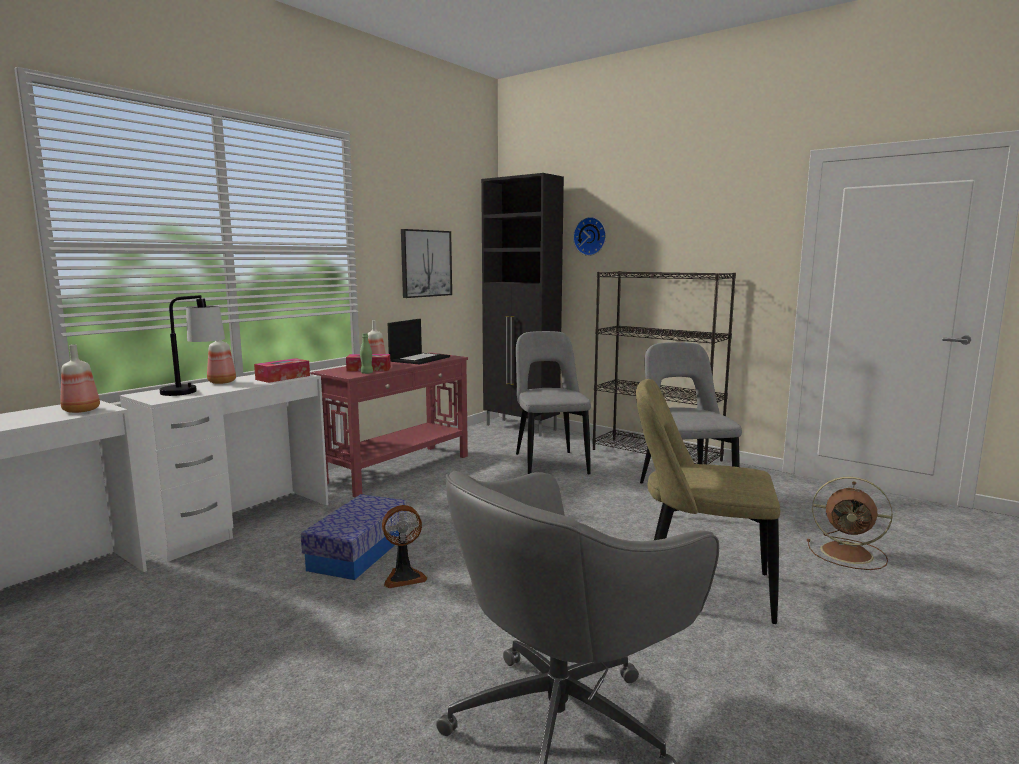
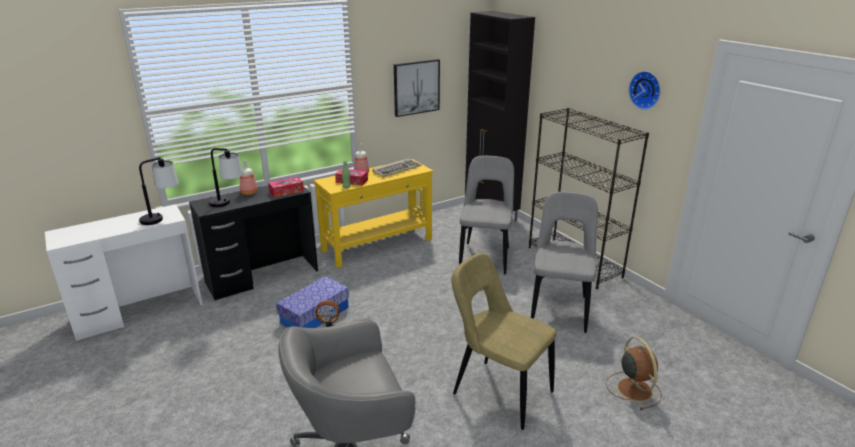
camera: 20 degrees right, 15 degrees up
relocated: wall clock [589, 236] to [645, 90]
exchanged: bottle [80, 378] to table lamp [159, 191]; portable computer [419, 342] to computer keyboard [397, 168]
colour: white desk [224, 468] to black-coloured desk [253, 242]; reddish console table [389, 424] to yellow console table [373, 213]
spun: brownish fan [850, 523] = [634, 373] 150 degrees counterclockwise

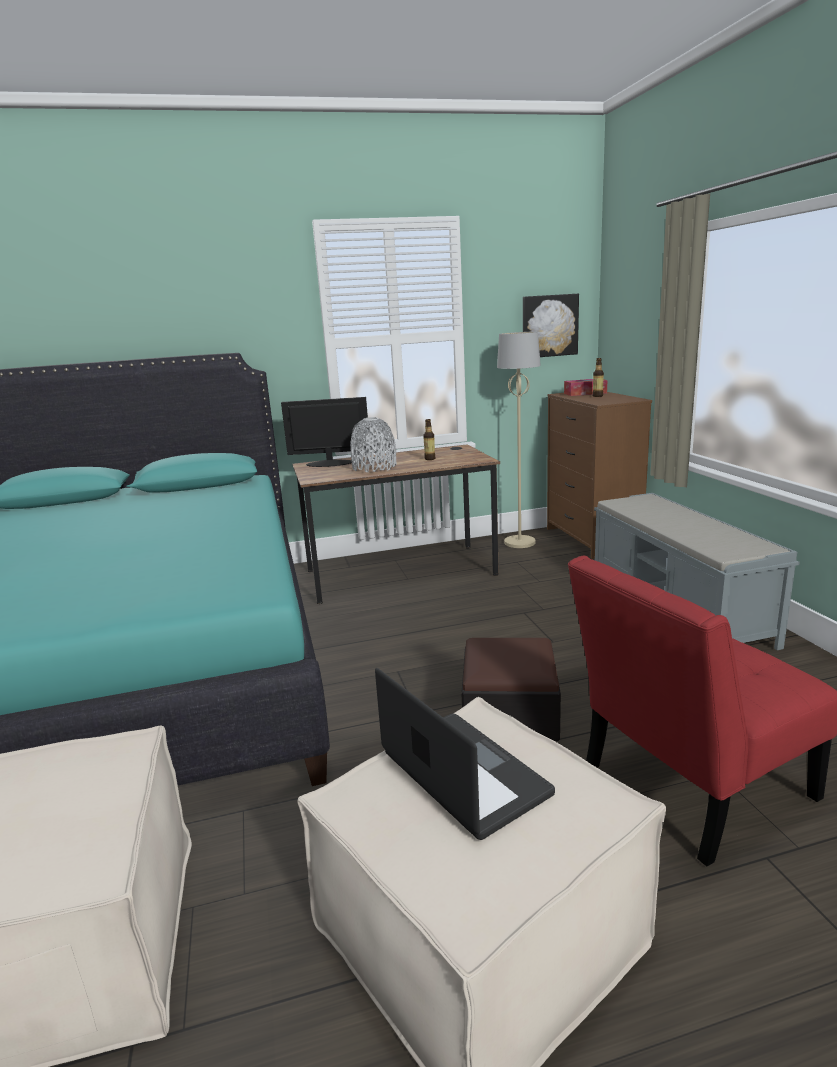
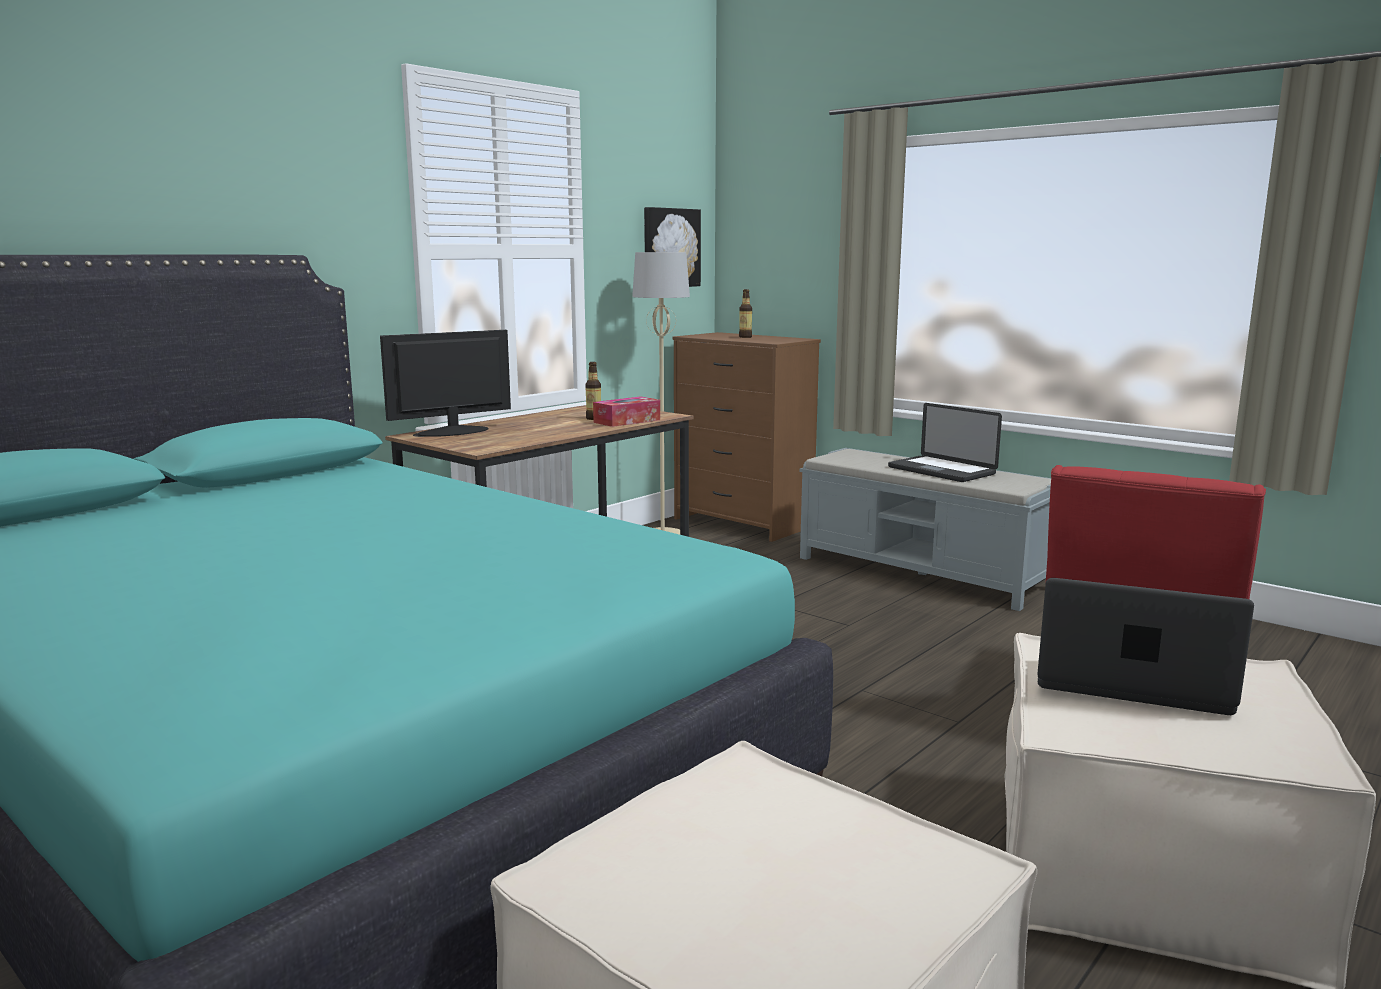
camera: 35 degrees left, 5 degrees down
missing: grey decorative vase [373, 444]; ottoman [511, 689]
appeared: portable computer [945, 442]
relocated: tissue box [585, 387] to [626, 411]

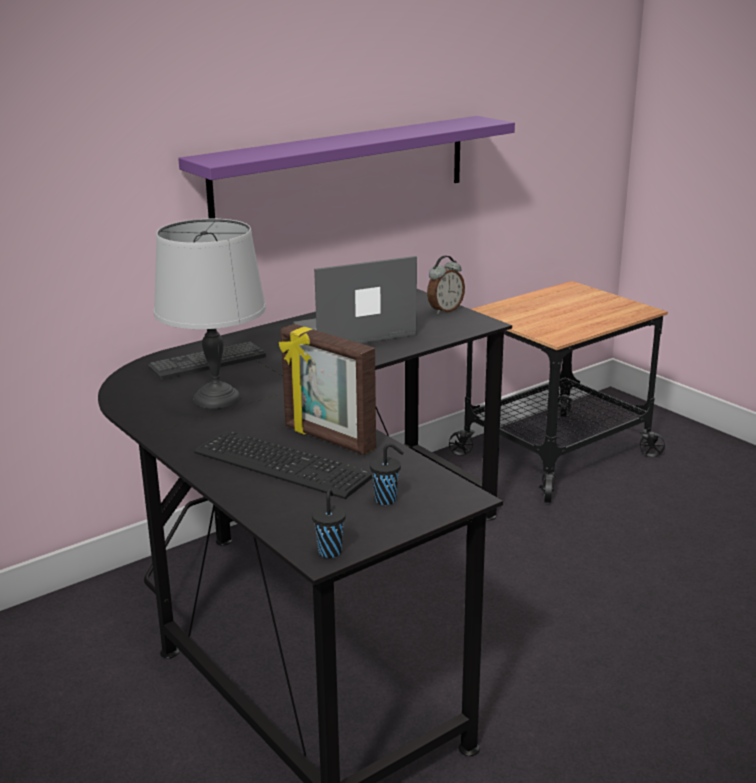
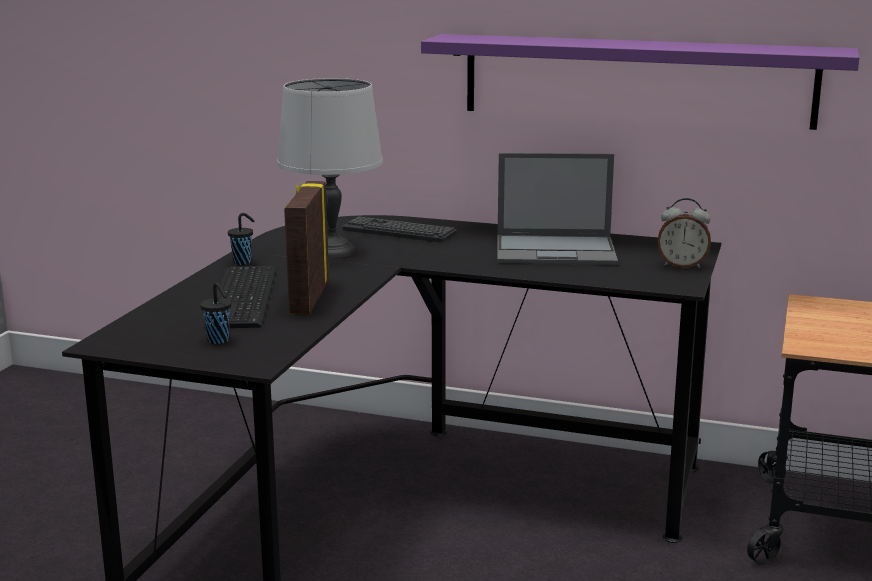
camera: 55 degrees right, 5 degrees down
relocated: black-coloured drinking cup [329, 523] to [241, 239]
spun: portable computer [355, 300] = [557, 209] 150 degrees clockwise

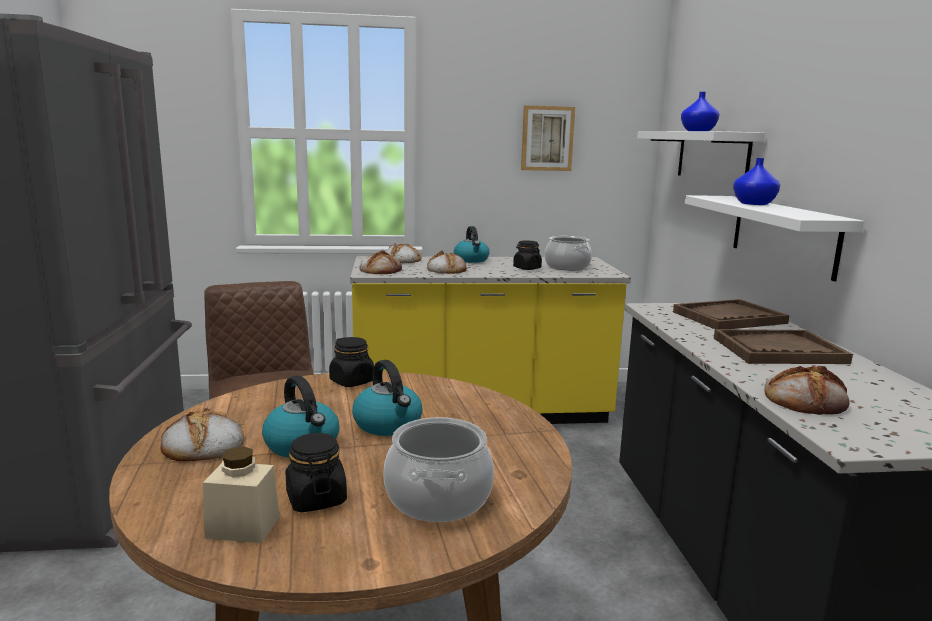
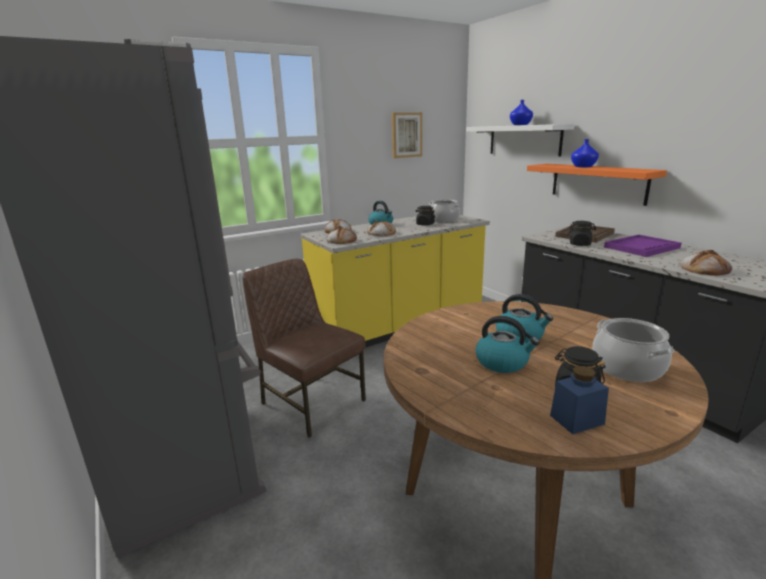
camera: 25 degrees left, 5 degrees up
missing: baked bread [202, 434]
relocated: black-coloured storage jar [351, 362] to [582, 233]
colour: sand-coloured storage jar [241, 495] to bluish storage jar [579, 400]; white bracket shelf [774, 238] to orange bracket shelf [597, 185]; brownish tray [783, 346] to purple tray [643, 246]

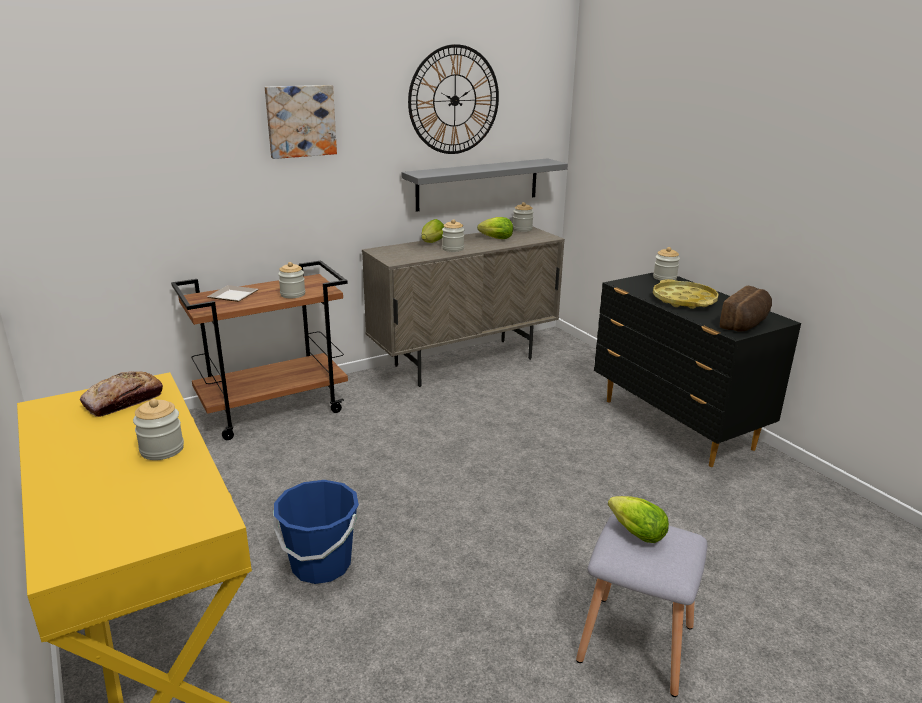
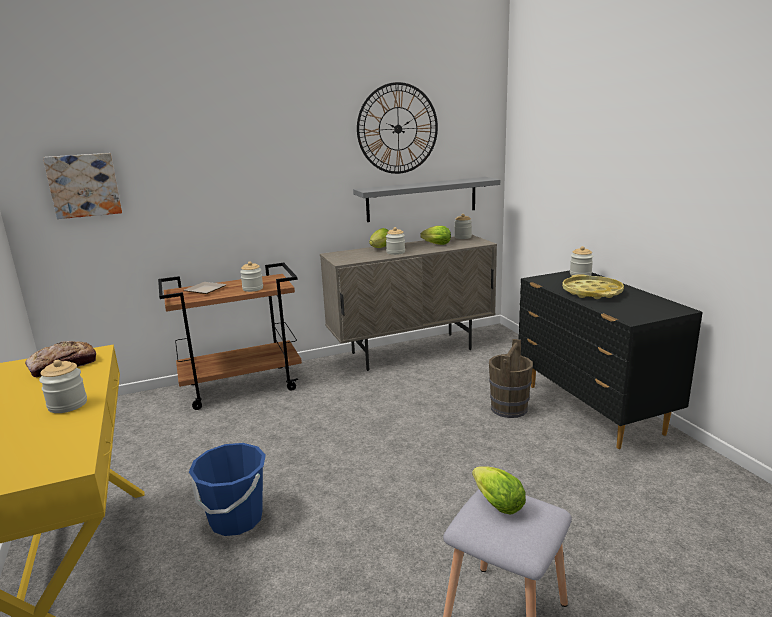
camera: 10 degrees right, 5 degrees down
missing: baked bread [746, 309]
appeared: brownish pail [511, 378]
relocated: wall art [301, 122] to [82, 186]

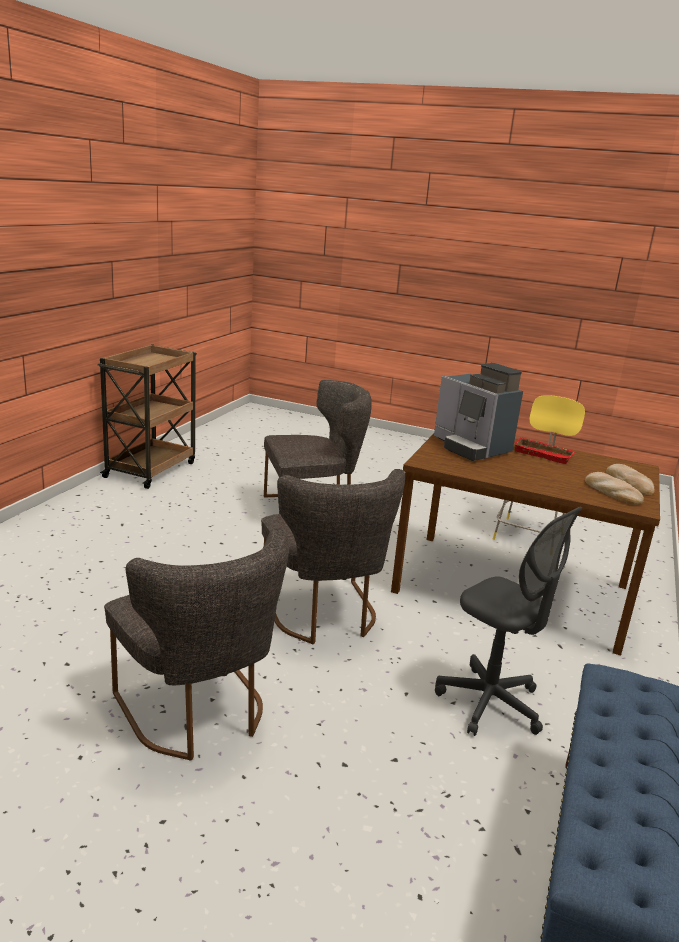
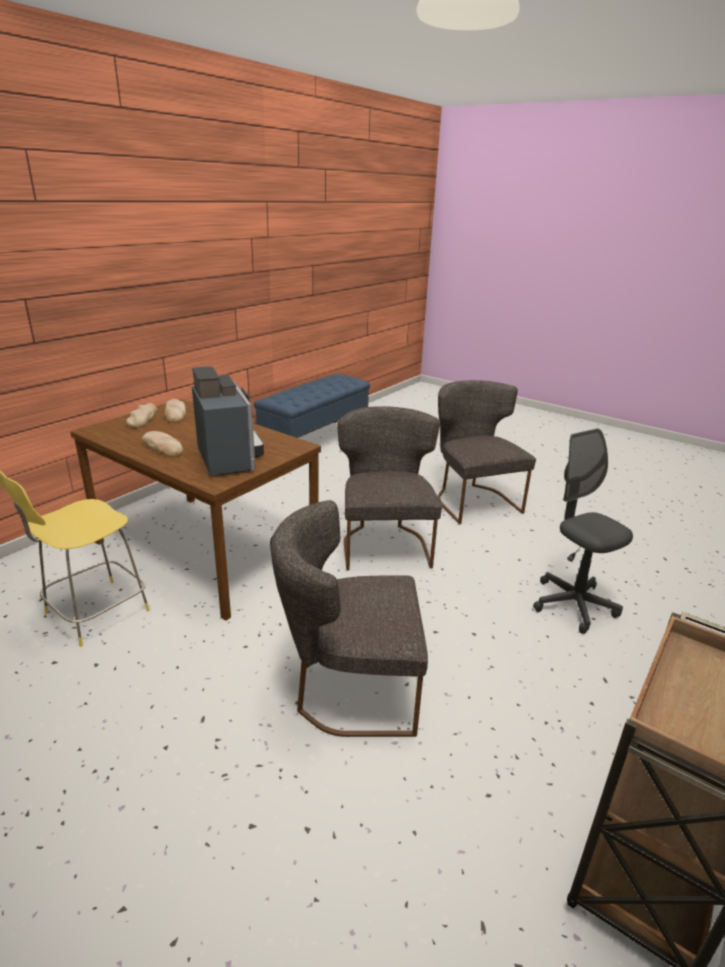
camera: 165 degrees left, 5 degrees up
relocated: grey office chair [508, 621] to [583, 531]
exchanged: reddish tray [545, 450] to baked bread [162, 444]

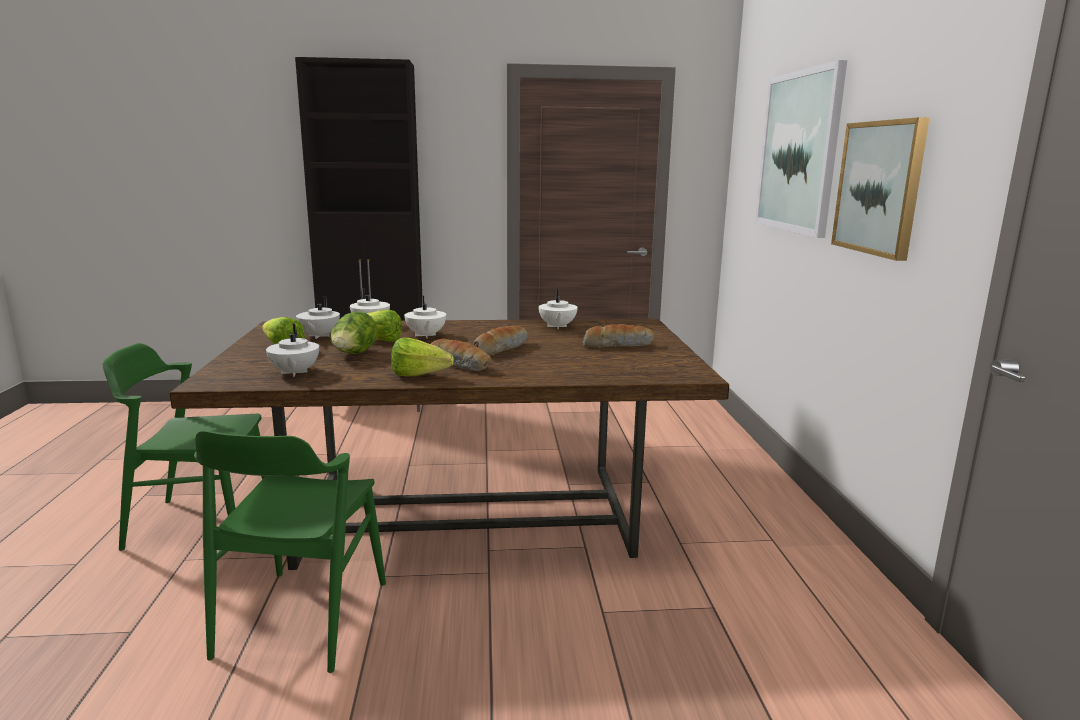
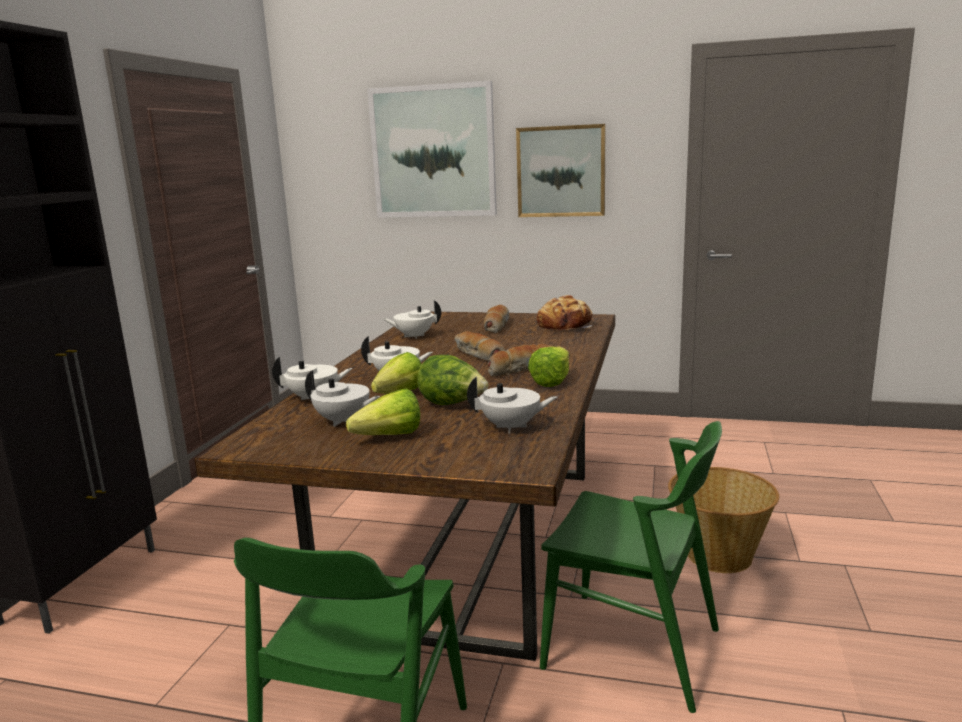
camera: 70 degrees left, 0 degrees up
appeared: baked bread [565, 313]; storage basket [723, 520]
spun: white tea pot [558, 309] = [411, 319] 150 degrees clockwise

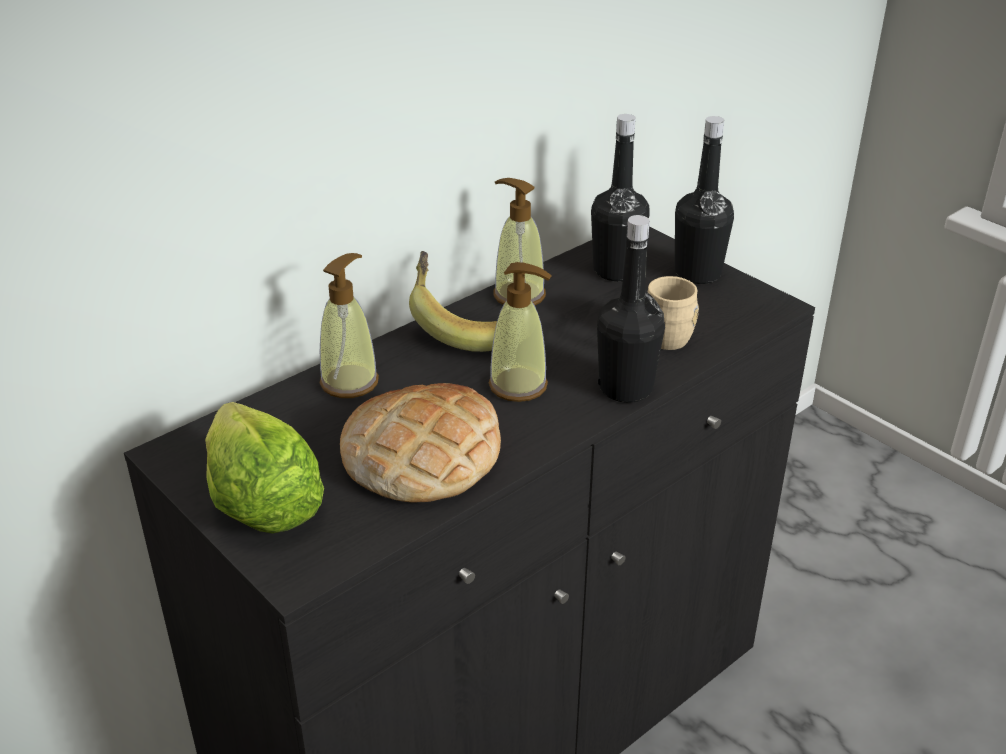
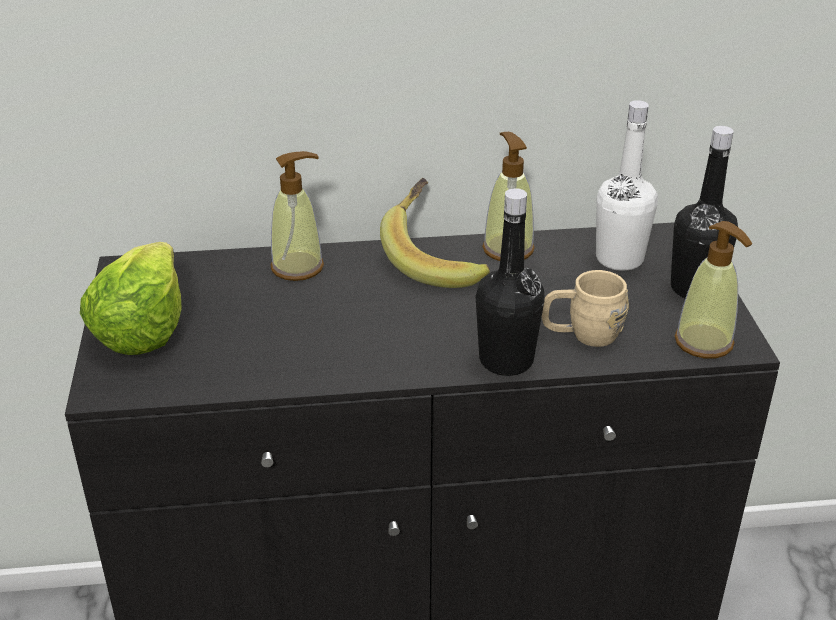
camera: 35 degrees right, 0 degrees up
missing: baked bread [420, 442]
relocated: soap bottle [520, 332] to [713, 290]
colour: black-coloured bottle [620, 197] to white bottle [627, 185]

